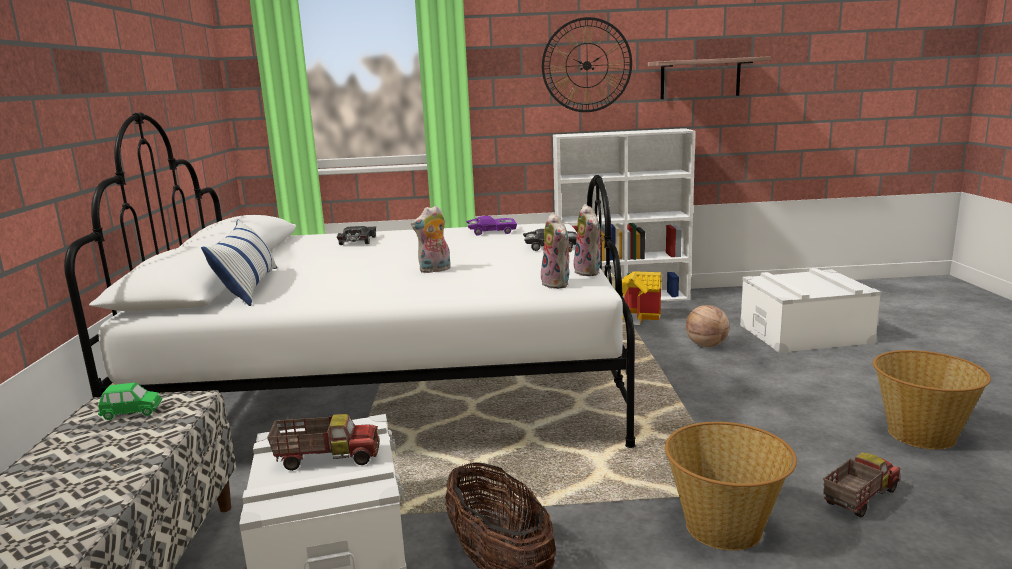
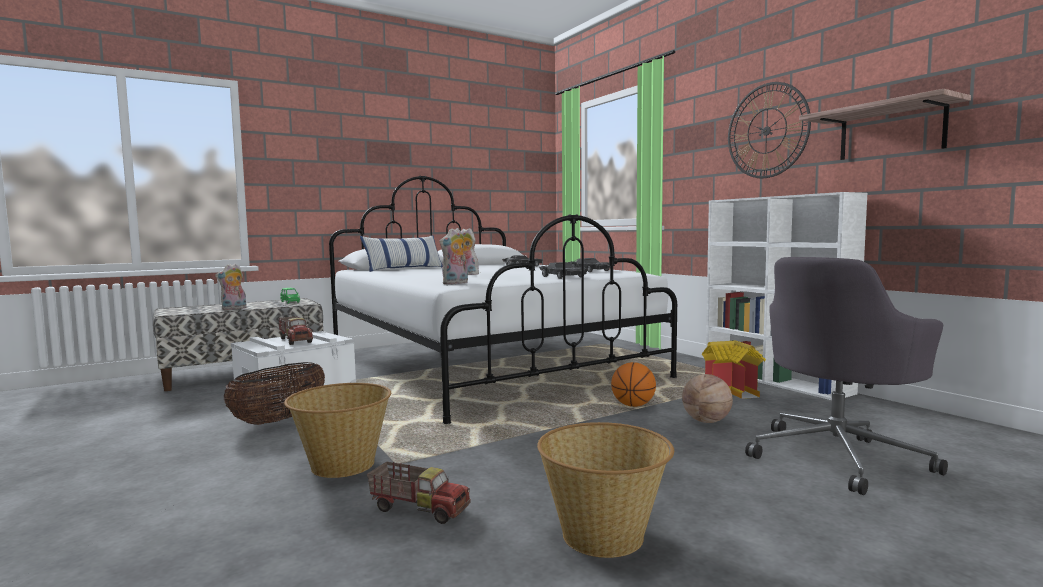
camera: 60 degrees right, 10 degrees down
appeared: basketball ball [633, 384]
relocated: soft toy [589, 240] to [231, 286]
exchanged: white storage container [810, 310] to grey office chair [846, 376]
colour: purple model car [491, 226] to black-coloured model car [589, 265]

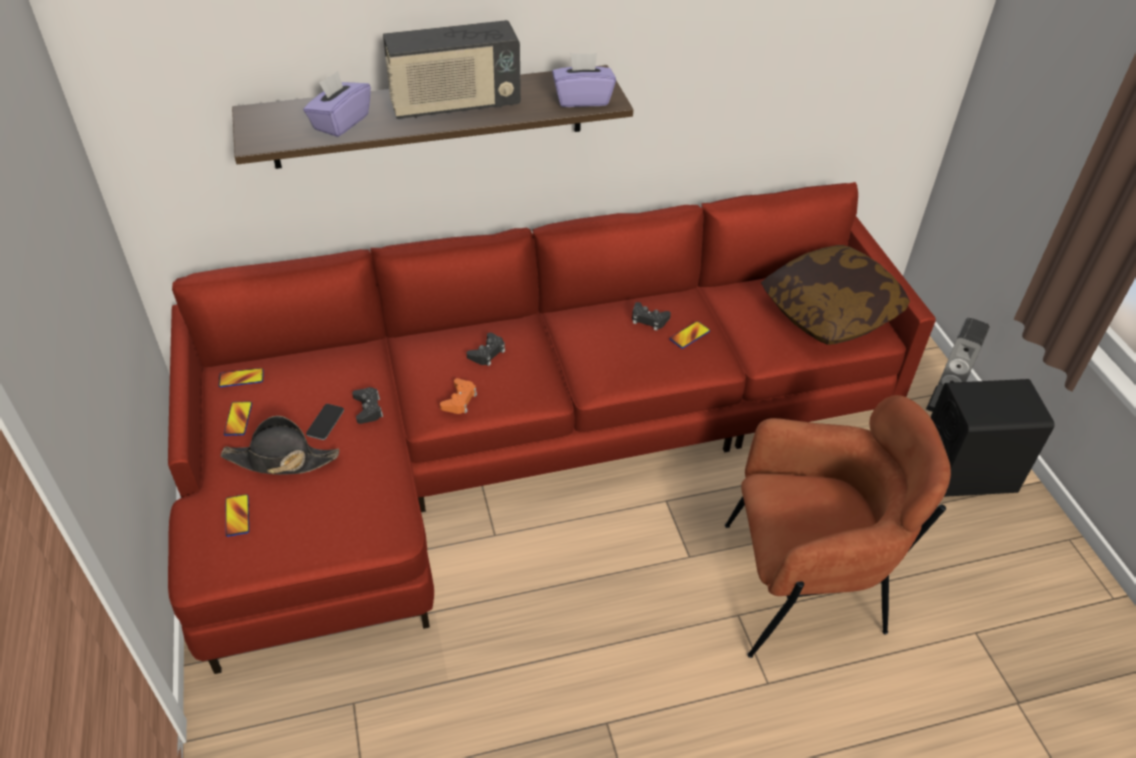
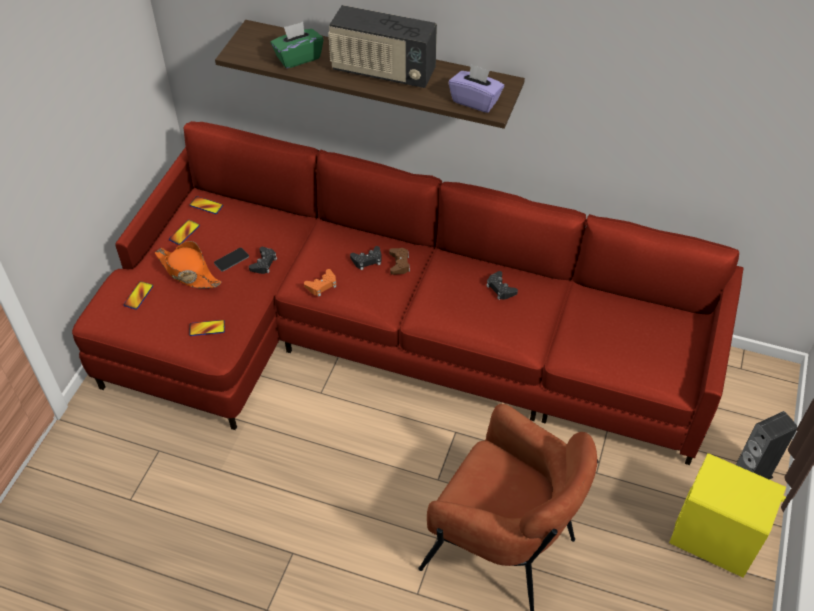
camera: 35 degrees right, 5 degrees up
missing: throw pillow [835, 295]
appeared: brownish gamepad [399, 261]
relocated: telephone [690, 335] to [207, 328]
colour: black-coloured clothing hat [279, 445] to orange clothing hat [188, 265]; purple tissue box [337, 104] to greenish tissue box [297, 45]; black-coloured speaker [992, 438] to yellow speaker [727, 515]

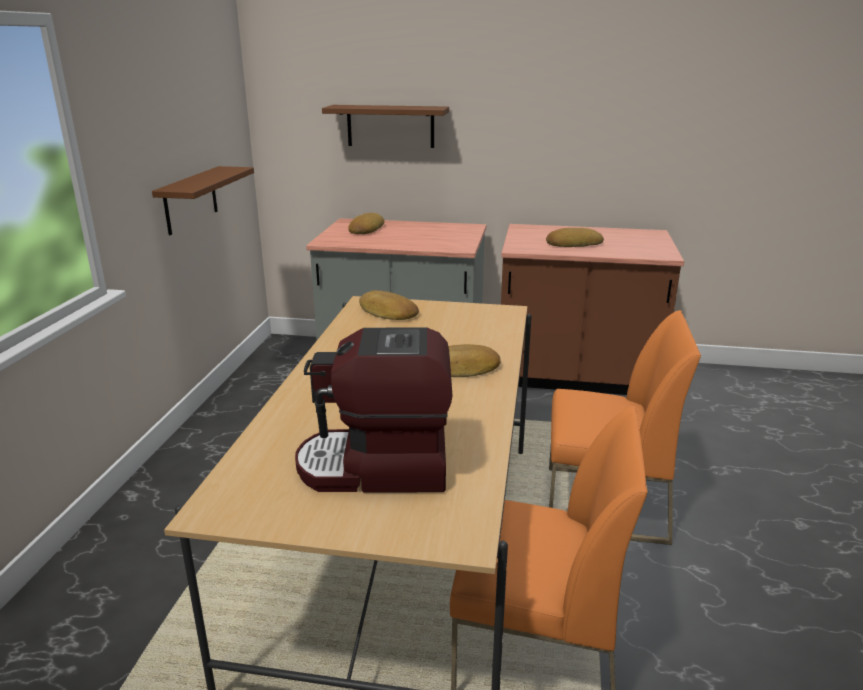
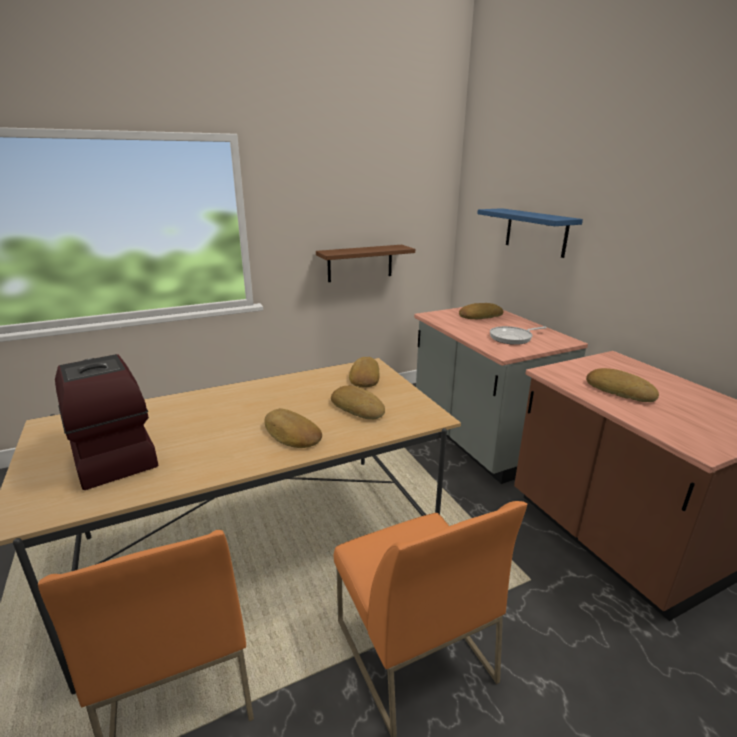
camera: 55 degrees right, 0 degrees up
appeared: baked bread [358, 402]; frying pan [518, 335]
colour: brownish bracket shelf [385, 126] to bluish bracket shelf [530, 233]

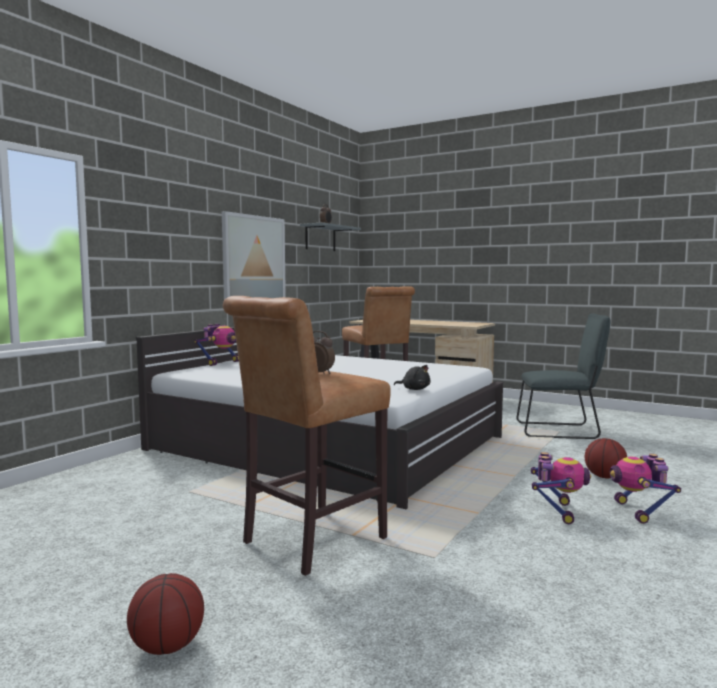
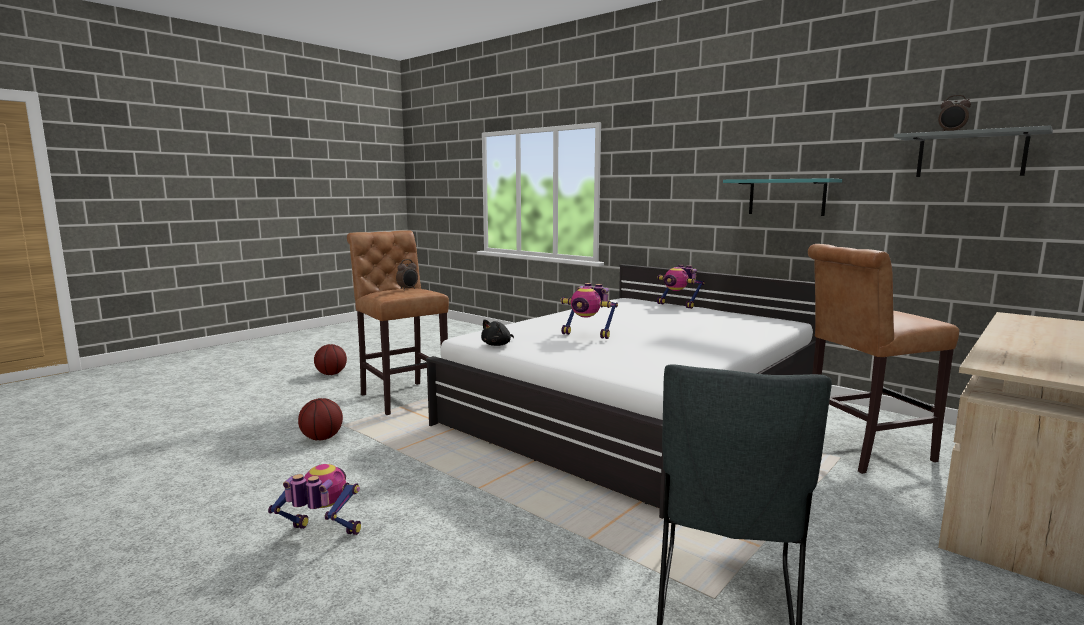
camera: 100 degrees right, 5 degrees up
relocated: robot figure [561, 488] to [589, 311]; basketball ball [606, 458] to [320, 419]
exchanged: wall art [254, 255] to blue-green bracket shelf [782, 197]

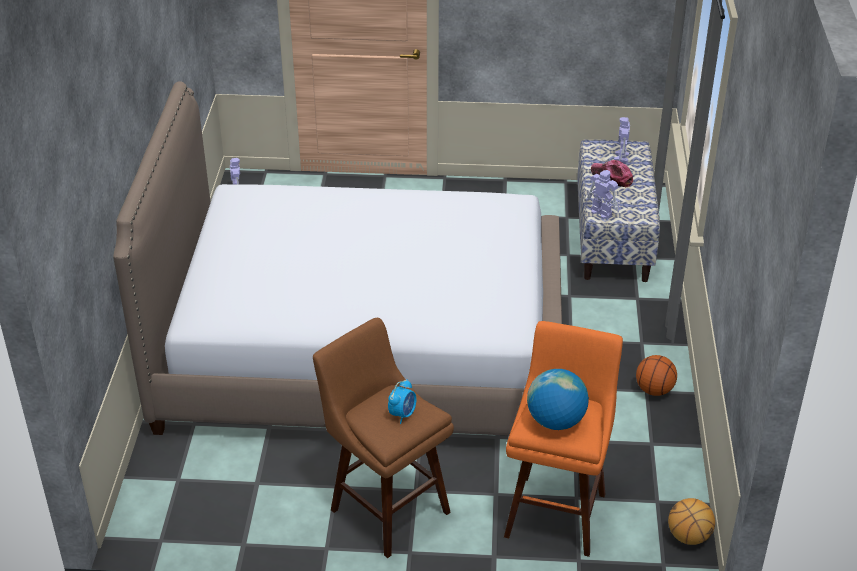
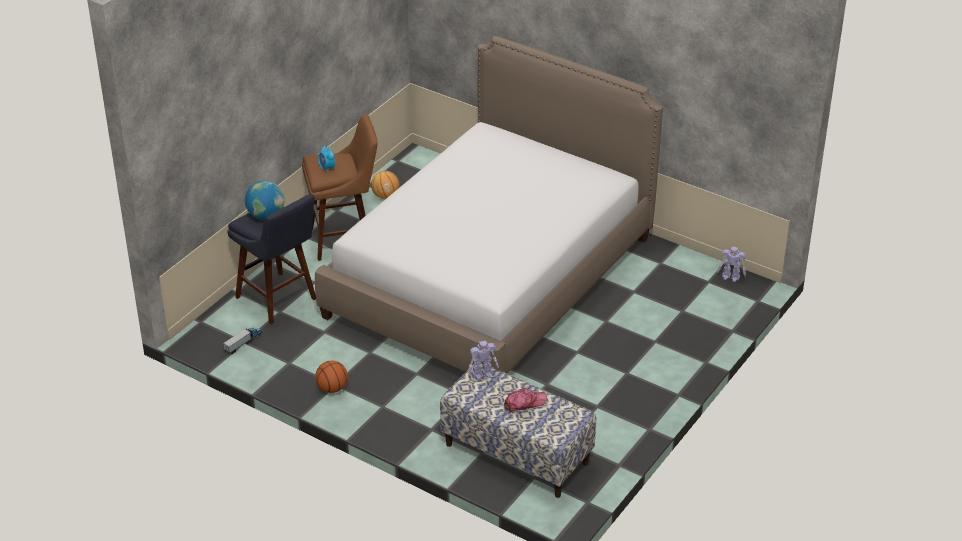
camera: 120 degrees right, 0 degrees up
missing: robot figure [622, 140]
appeared: model truck [242, 341]
relocated: basketball ball [691, 521] to [385, 185]
colour: orange sitting stool [563, 439] to bluish sitting stool [272, 259]

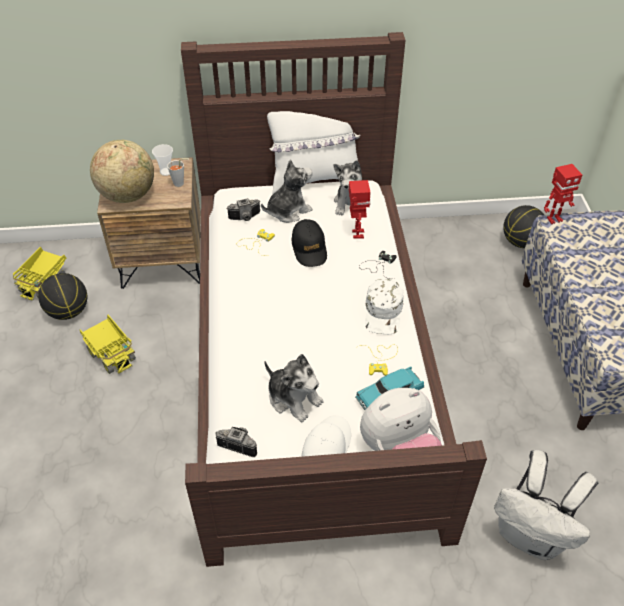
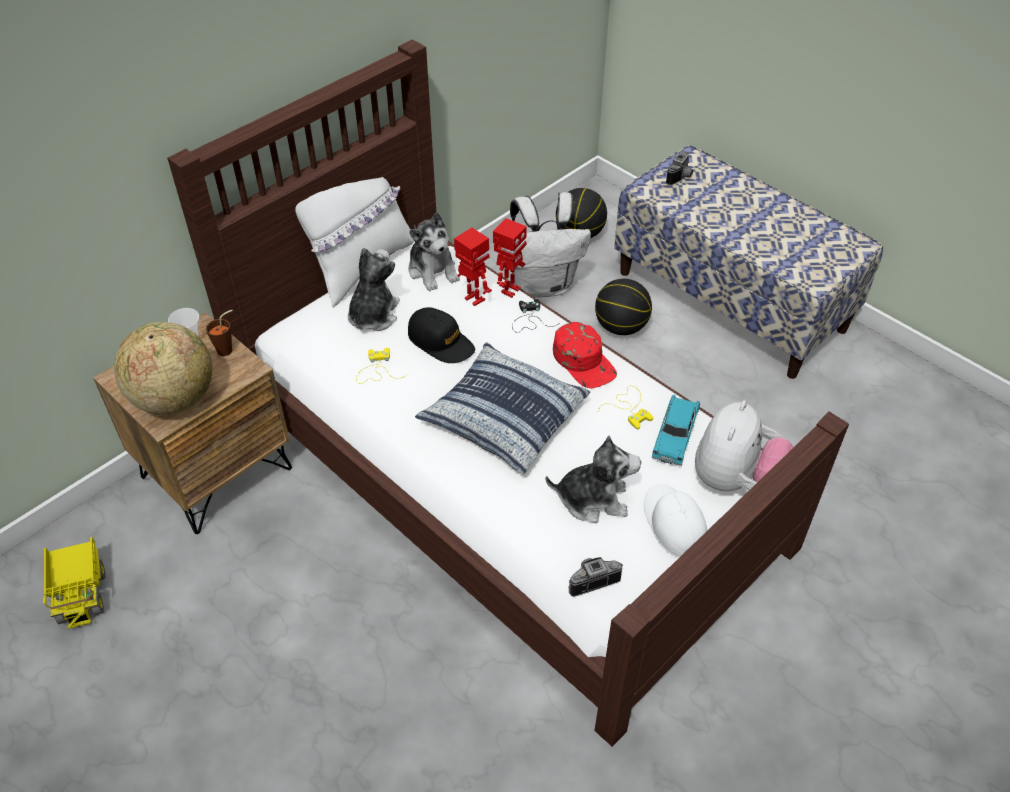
camera: 40 degrees left, 0 degrees up
missing: model truck [108, 344]
appeared: throw pillow [502, 408]
relocated: basketball ball [62, 296] to [623, 307]; photo camera [243, 209] to [679, 168]; white rucksack [546, 505] to [550, 245]; robot figure [563, 194] to [510, 258]
colour: grey drinking cup [178, 172] to brownish drinking cup [219, 333]; white baseball cap [384, 306] to reddish baseball cap [585, 355]

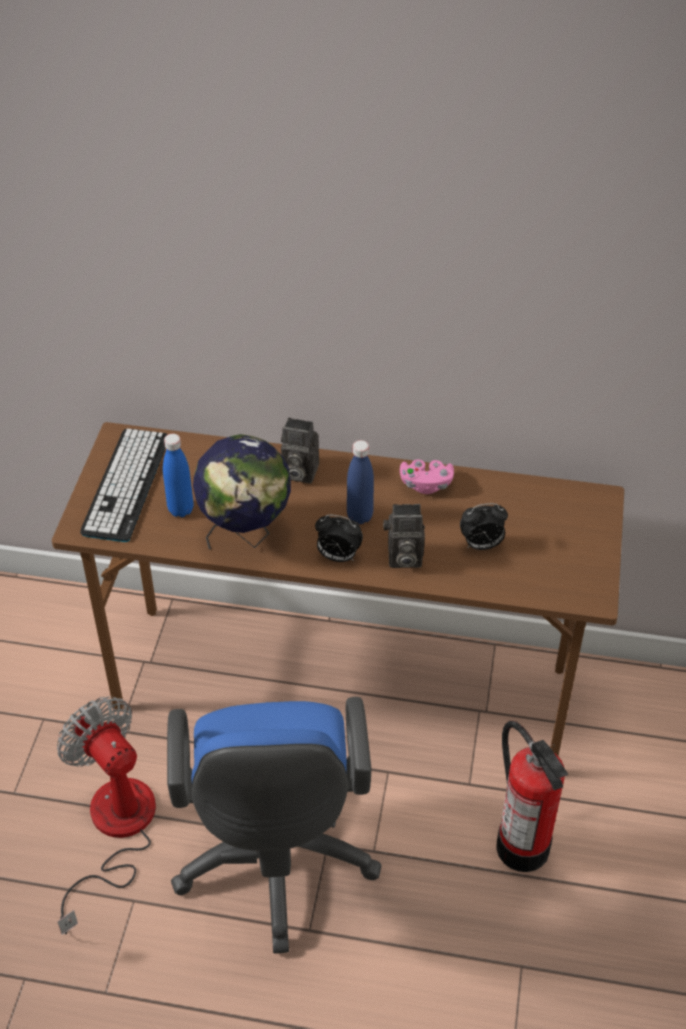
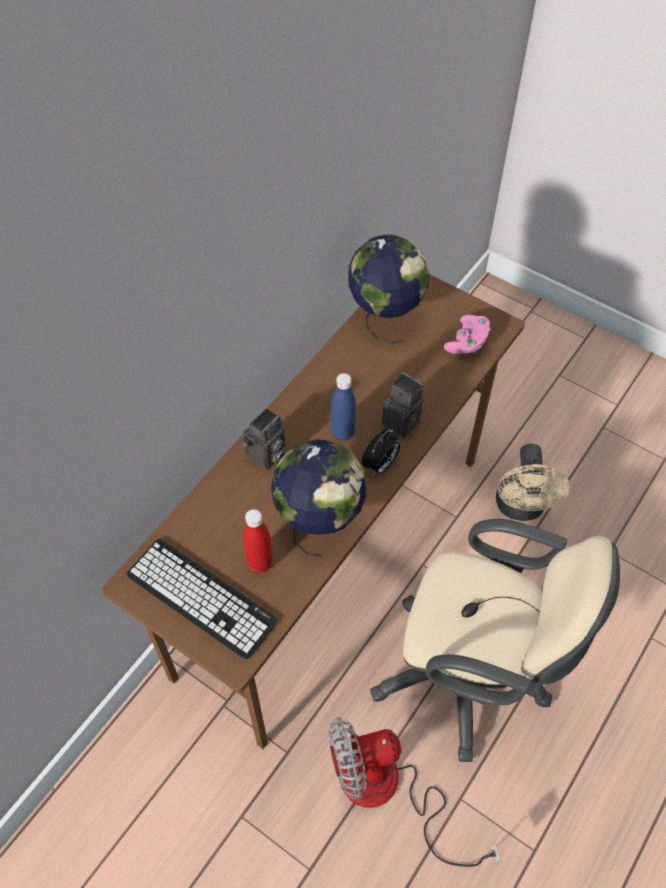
camera: 65 degrees left, 10 degrees up
missing: table clock [484, 526]
appeared: world globe [388, 289]
relocated: pinkish gamepad [427, 476] to [467, 334]
exchanged: fire extinguisher [532, 796] to sand-coloured fan [533, 482]
colour: bluish bottle [178, 475] to reddish bottle [258, 541]; bluish office chair [274, 825] to sand-coloured office chair [495, 640]
spun: photo camera [404, 536] = [402, 405] 75 degrees counterclockwise

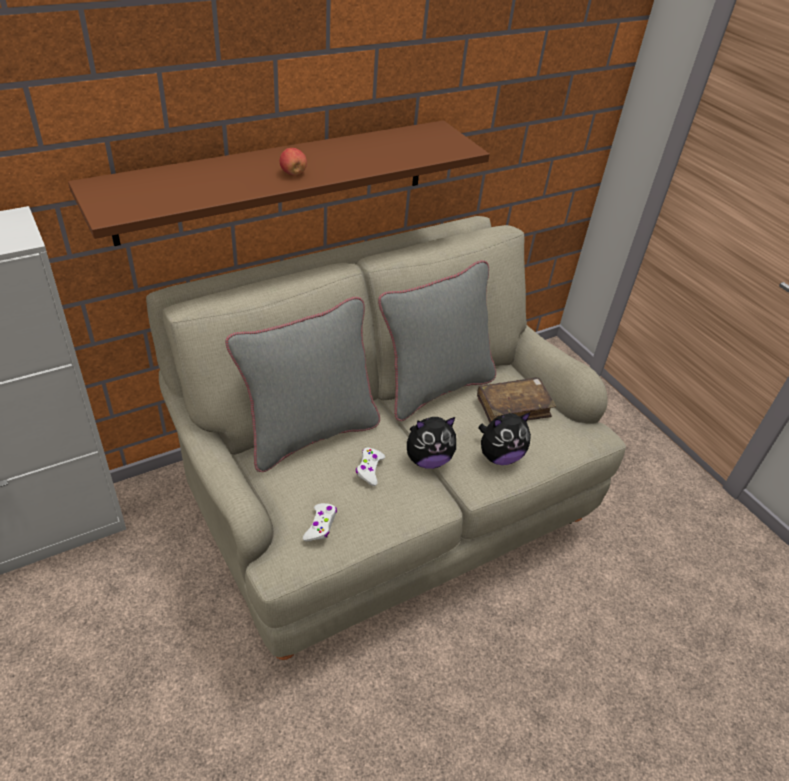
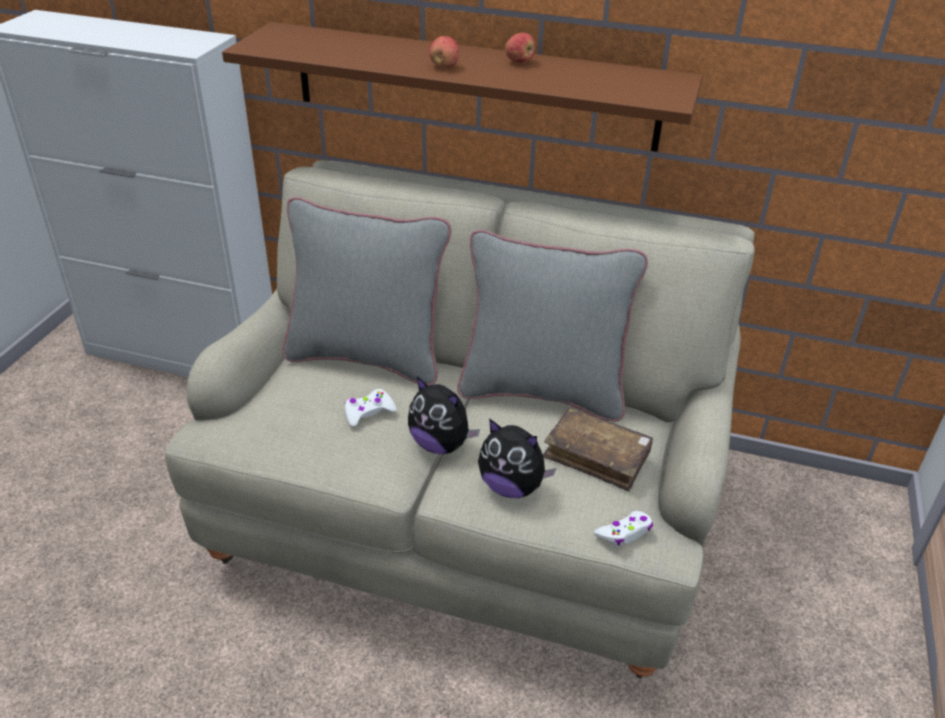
camera: 50 degrees right, 5 degrees down
appeared: whole apple [520, 48]
relocated: white gamepad [320, 522] to [623, 528]

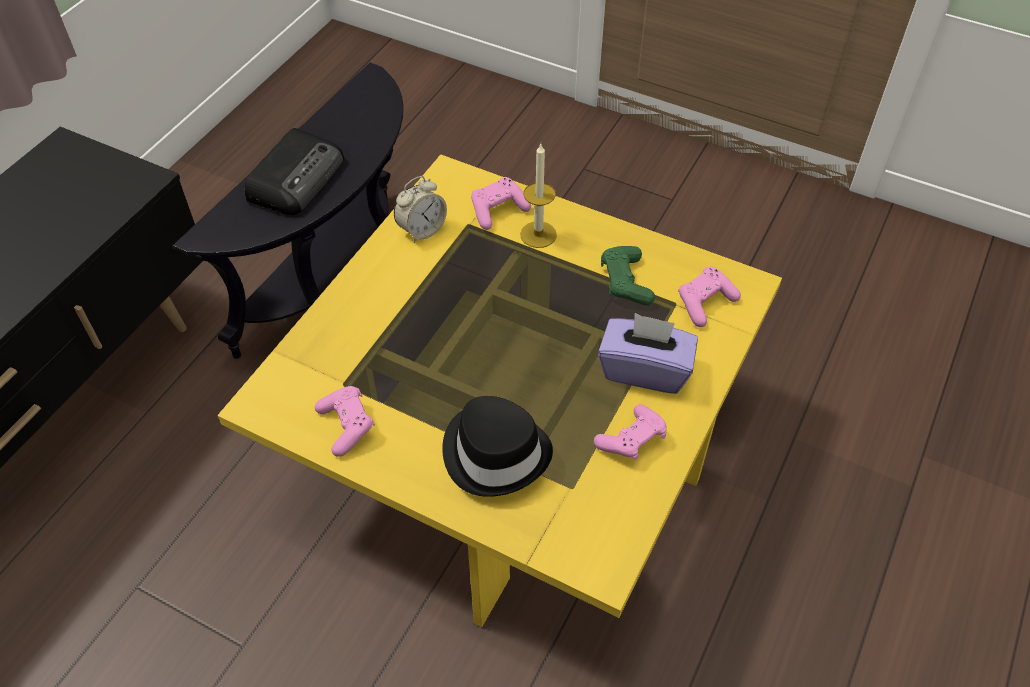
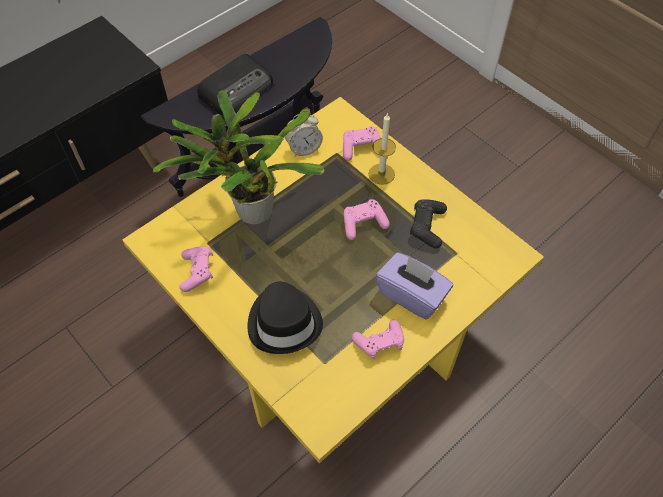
camera: 20 degrees right, 5 degrees up
appeared: houseplant [238, 157]
relocated: pinkish gamepad [709, 297] to [367, 219]
colour: greenish gamepad [628, 275] to black-coloured gamepad [428, 224]

